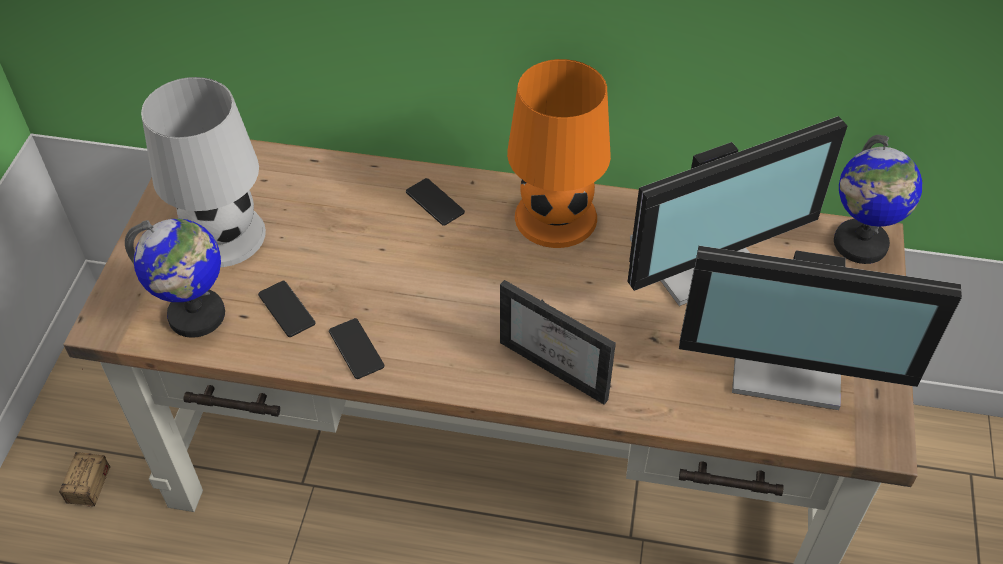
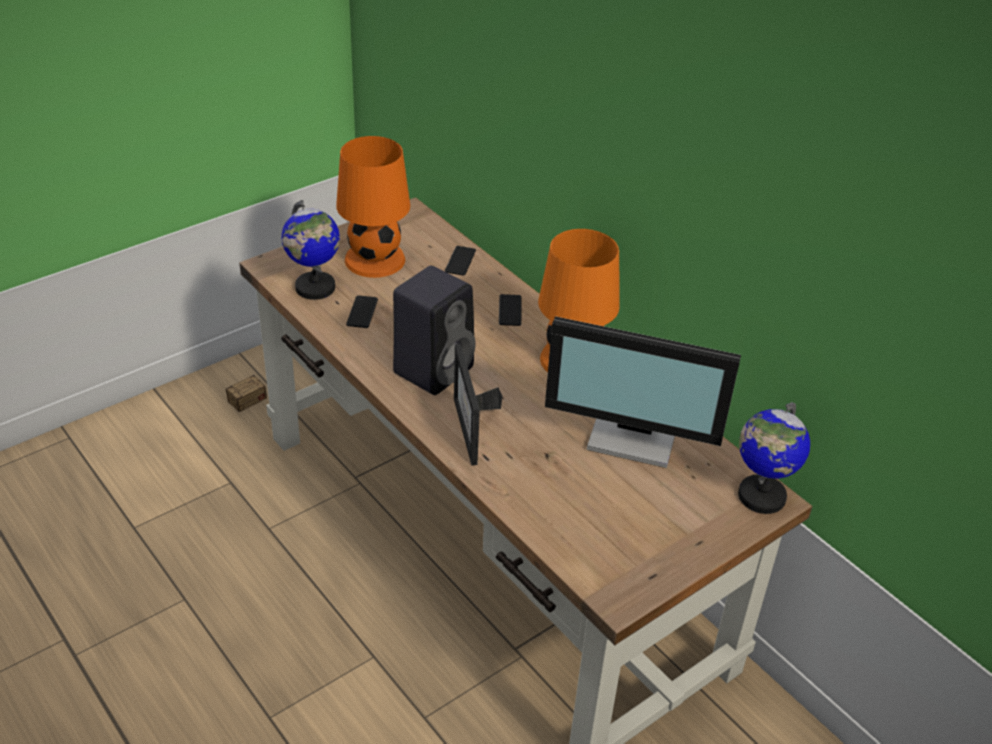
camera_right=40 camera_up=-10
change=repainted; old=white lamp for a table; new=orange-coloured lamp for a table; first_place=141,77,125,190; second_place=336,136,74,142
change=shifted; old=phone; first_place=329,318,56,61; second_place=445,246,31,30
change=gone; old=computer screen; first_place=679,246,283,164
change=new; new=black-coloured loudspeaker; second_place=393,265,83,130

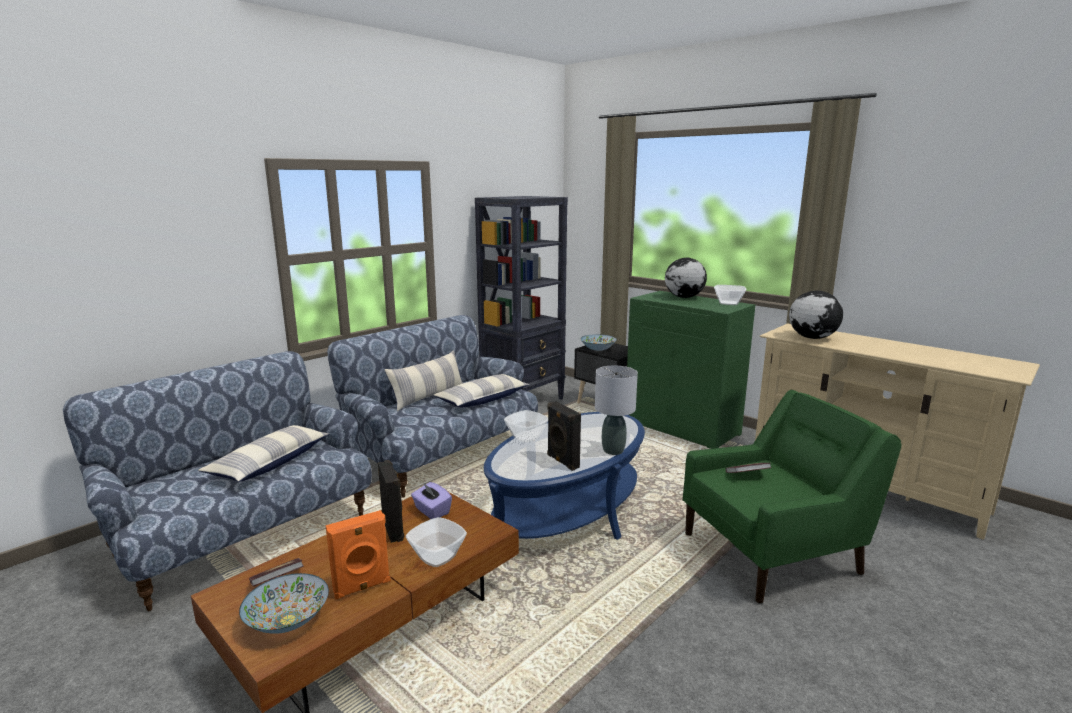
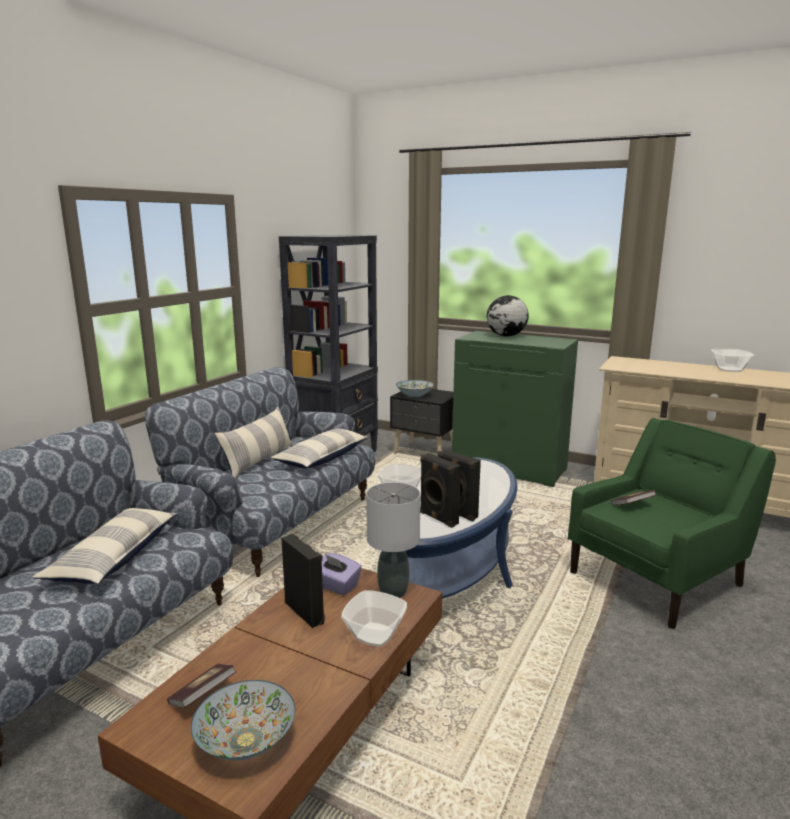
camera_right=-15 camera_up=0
change=gone; old=orange-coloured loudspeaker; first_place=325,510,65,90
change=shifted; old=grey lamp for a table; first_place=595,366,43,89; second_place=366,482,54,116
change=shifted; old=deep dish; first_place=714,285,32,20; second_place=711,349,43,23
change=gone; old=desk globe; first_place=789,291,54,48
change=new; new=black-coloured loudspeaker; second_place=420,453,41,75

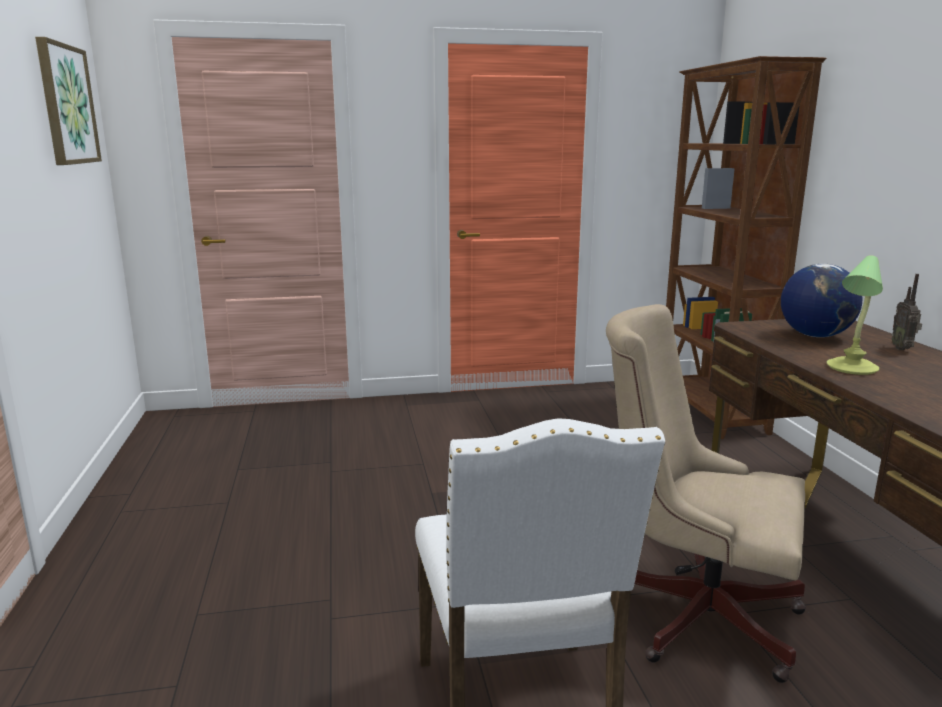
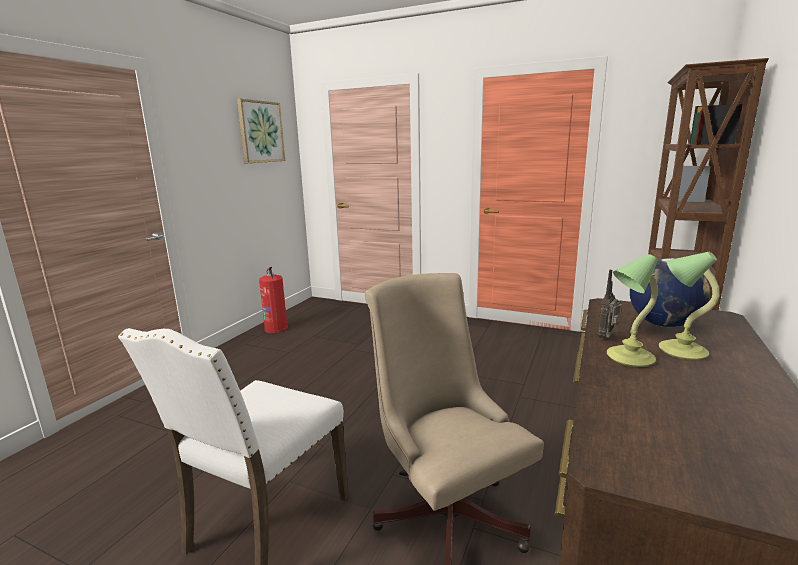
camera_right=35 camera_up=0
change=shifted; old=radio set; first_place=892,274,30,76; second_place=598,270,24,69
change=new; new=fire extinguisher; second_place=259,267,29,66
change=new; new=lamp for a table; second_place=659,252,61,108

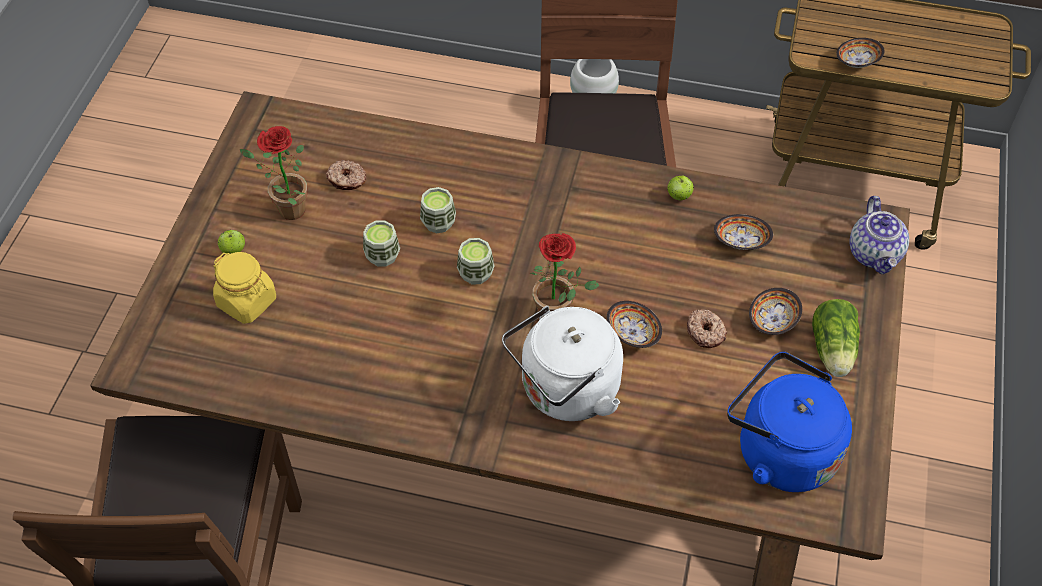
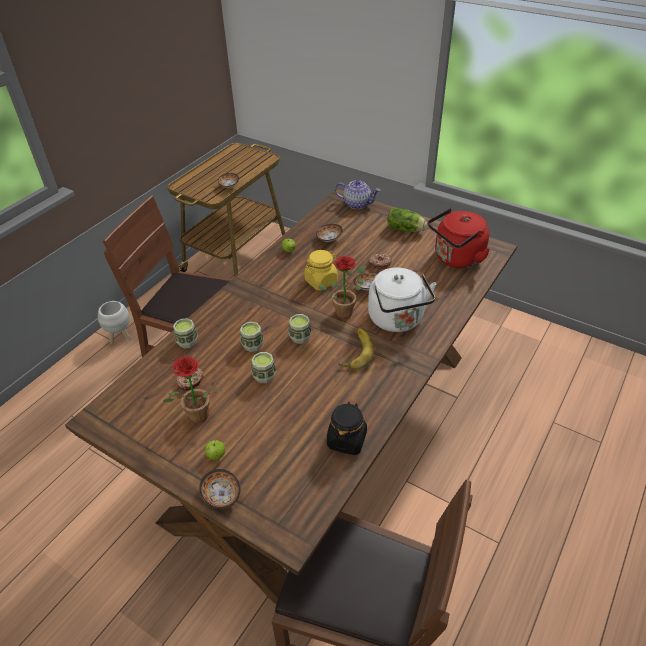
camera_right=-70 camera_up=-10
change=shifted; old=yellowish preserve jar; first_place=213,252,63,72; second_place=304,250,34,40
change=repainted; old=blue-coloured kettle; new=red-coloured kettle; first_place=727,352,125,140; second_place=428,208,62,61
change=shifted; old=deep dish; first_place=749,288,53,47; second_place=199,469,42,40
change=new; new=small cup; second_place=173,318,25,30
change=new; new=black-coloured preserve jar; second_place=327,402,40,53
change=new; new=banana fruit; second_place=338,328,36,42

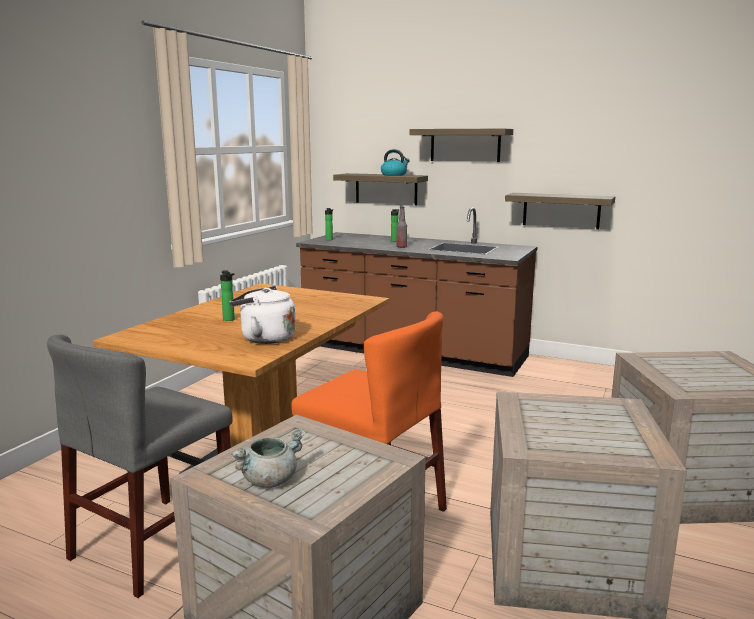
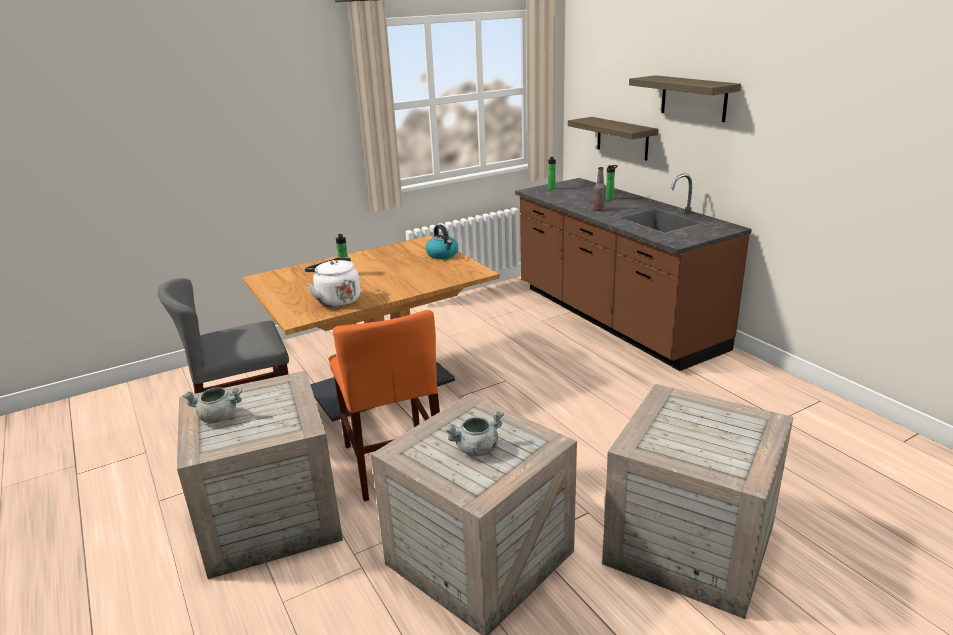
camera_right=35 camera_up=10
change=shifted; old=kettle; first_place=381,149,29,27; second_place=426,224,32,35
change=gone; old=bracket shelf; first_place=505,193,110,36
change=new; new=grey stockpot; second_place=445,410,59,47

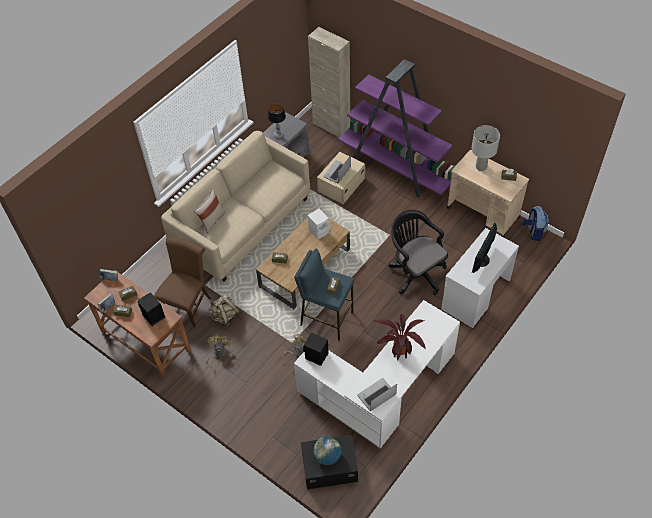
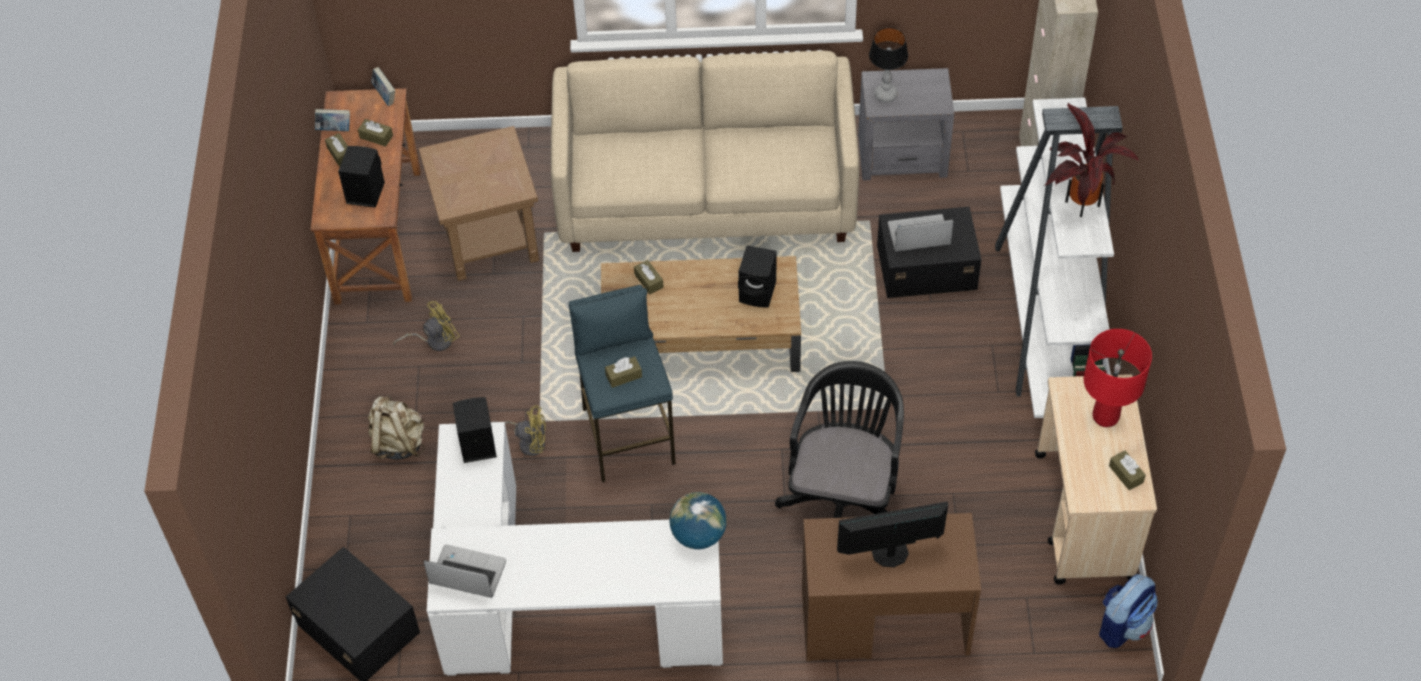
camera_right=50 camera_up=0
change=swapped; old=brown-coloured plain chair; new=brown-coloured accent table; first_place=154,236,57,91; second_place=418,126,121,155
change=gone; old=beige-coloured pillow; first_place=194,189,31,45
change=shifted; old=beige-coloured rucksack; first_place=208,294,32,33; second_place=368,395,57,65
change=repainted; old=white loudspeaker; new=black-coloured loudspeaker; first_place=308,209,21,30; second_place=738,245,38,62
change=shifted; old=desk globe; first_place=313,436,28,29; second_place=669,492,58,57
change=repainted; old=beige-coloured storage bin; new=black-coloured storage bin; first_place=317,152,48,52; second_place=877,207,105,91
change=repainted; old=purplish bookshelf; new=white bookshelf; first_place=338,59,117,138; second_place=995,97,128,321
change=shifted; old=houseplant; first_place=373,314,52,46; second_place=1044,103,95,114
change=repainted; old=white desk table; new=brown-coloured desk table; first_place=441,228,78,100; second_place=802,513,179,148
change=repainted; old=grey lamp for a table; new=red-coloured lamp for a table; first_place=471,125,29,46; second_place=1084,329,68,98

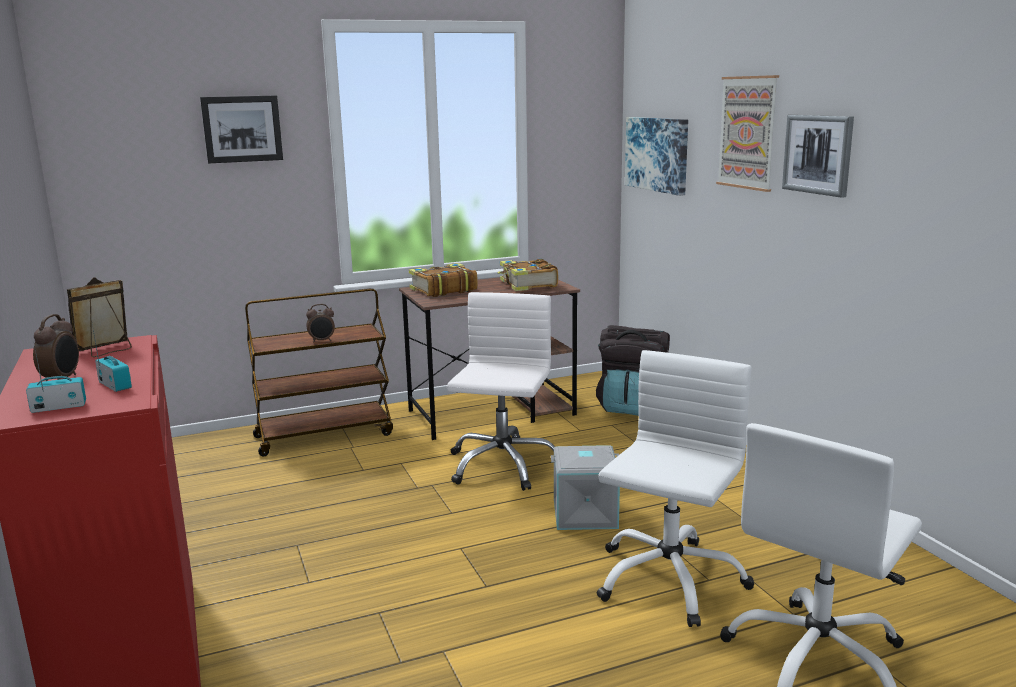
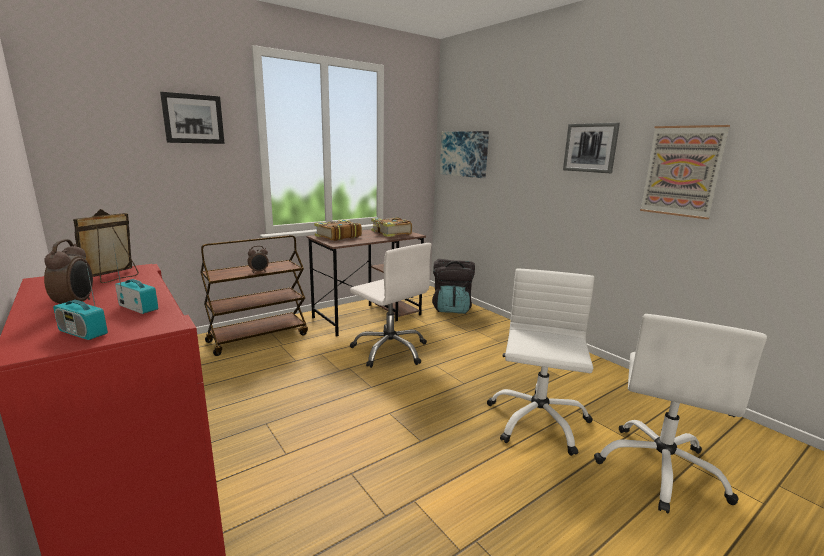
camera_right=-15 camera_up=0
change=rotated; old=radio set; first_place=26,341,60,72; second_place=53,258,55,82; degrees=-120
change=rotated; old=white office chair; first_place=447,292,108,199; second_place=350,243,82,125; degrees=135
change=gone; old=grey storage bin; first_place=551,445,69,85
change=shifted; old=wall art; first_place=716,75,63,117; second_place=640,125,90,94

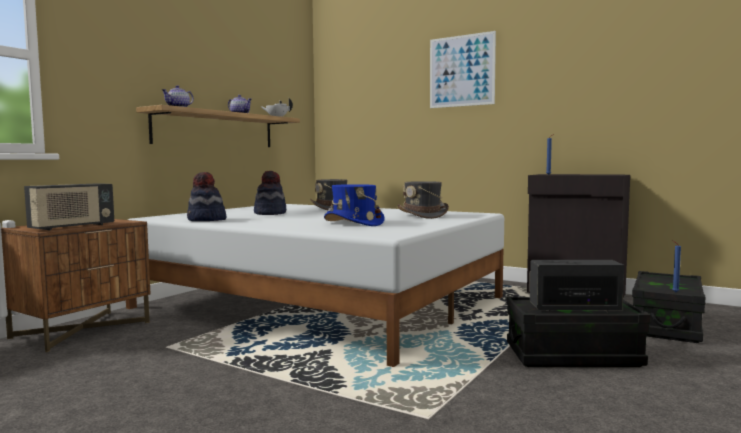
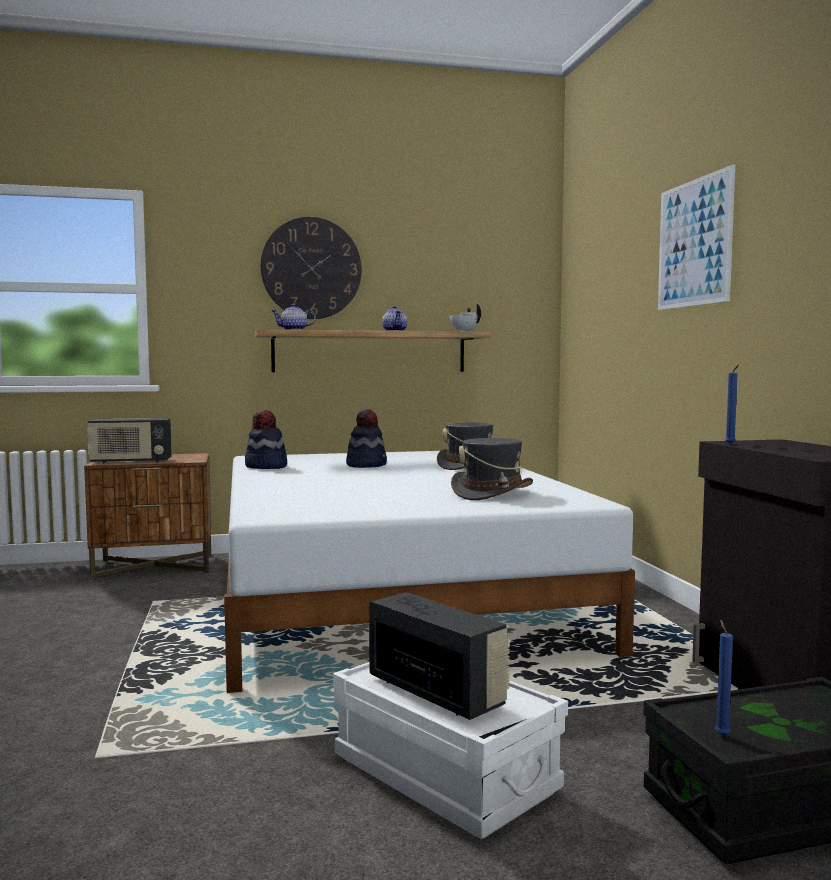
camera_right=45 camera_up=0
change=gone; old=blue-coloured hat; first_place=324,184,61,42
change=repainted; old=black-coloured storage bin; new=white storage bin; first_place=507,297,144,70; second_place=333,662,235,177
change=new; new=wall clock; second_place=261,217,101,102

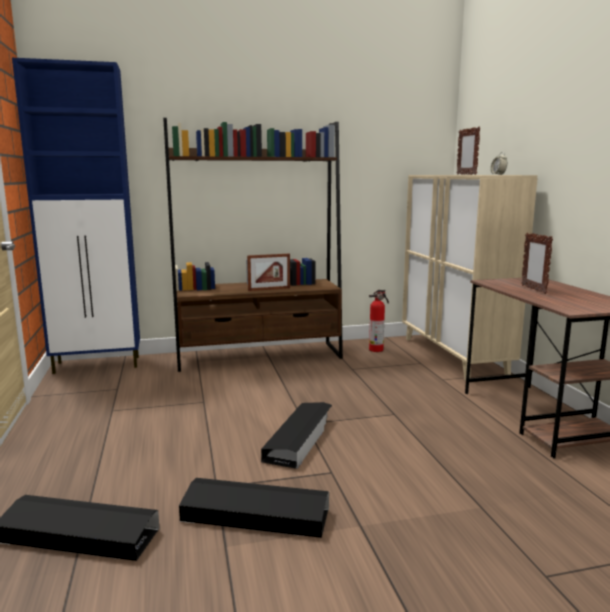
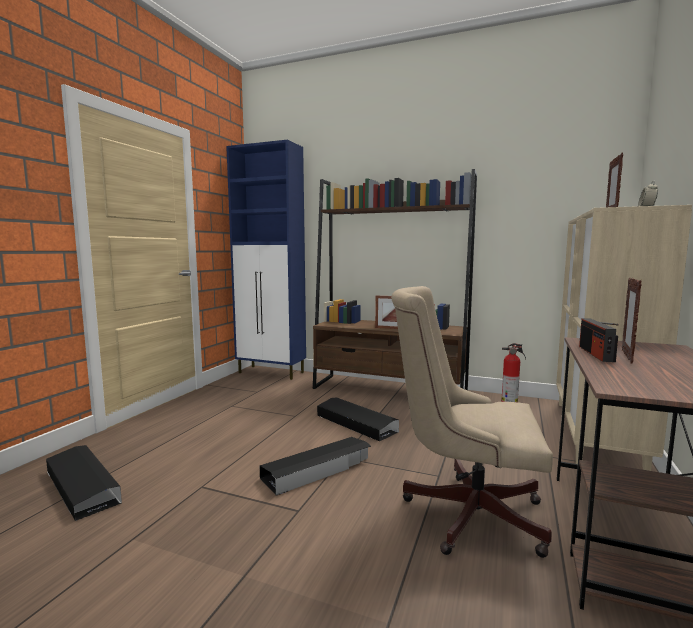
camera_right=35 camera_up=-5
change=shifted; old=black-coloured storage bin; first_place=179,478,150,60; second_place=317,397,82,44
change=new; new=beige-coloured office chair; second_place=391,286,162,272
change=new; new=radio set; second_place=579,318,40,44

